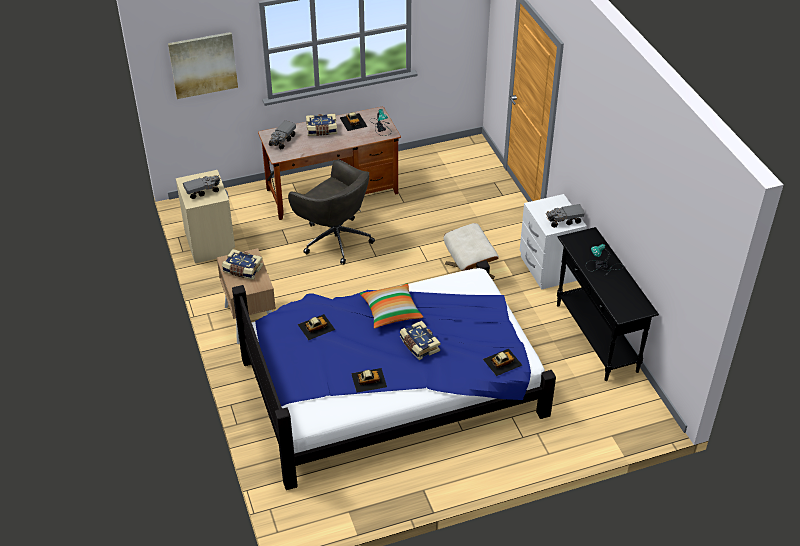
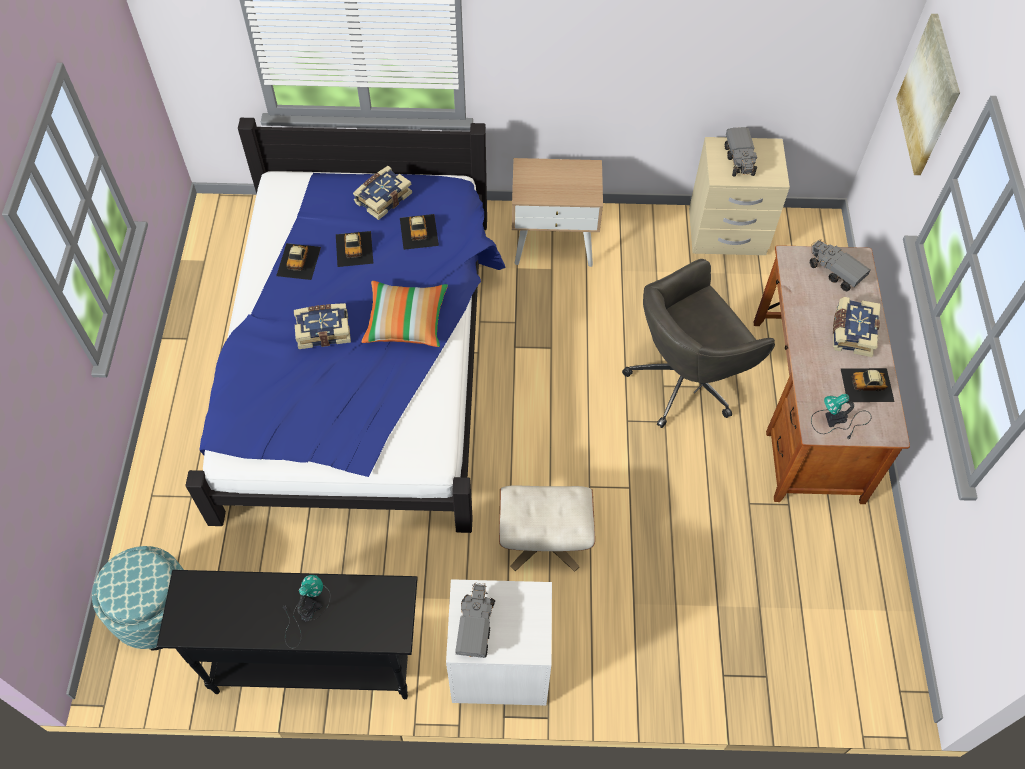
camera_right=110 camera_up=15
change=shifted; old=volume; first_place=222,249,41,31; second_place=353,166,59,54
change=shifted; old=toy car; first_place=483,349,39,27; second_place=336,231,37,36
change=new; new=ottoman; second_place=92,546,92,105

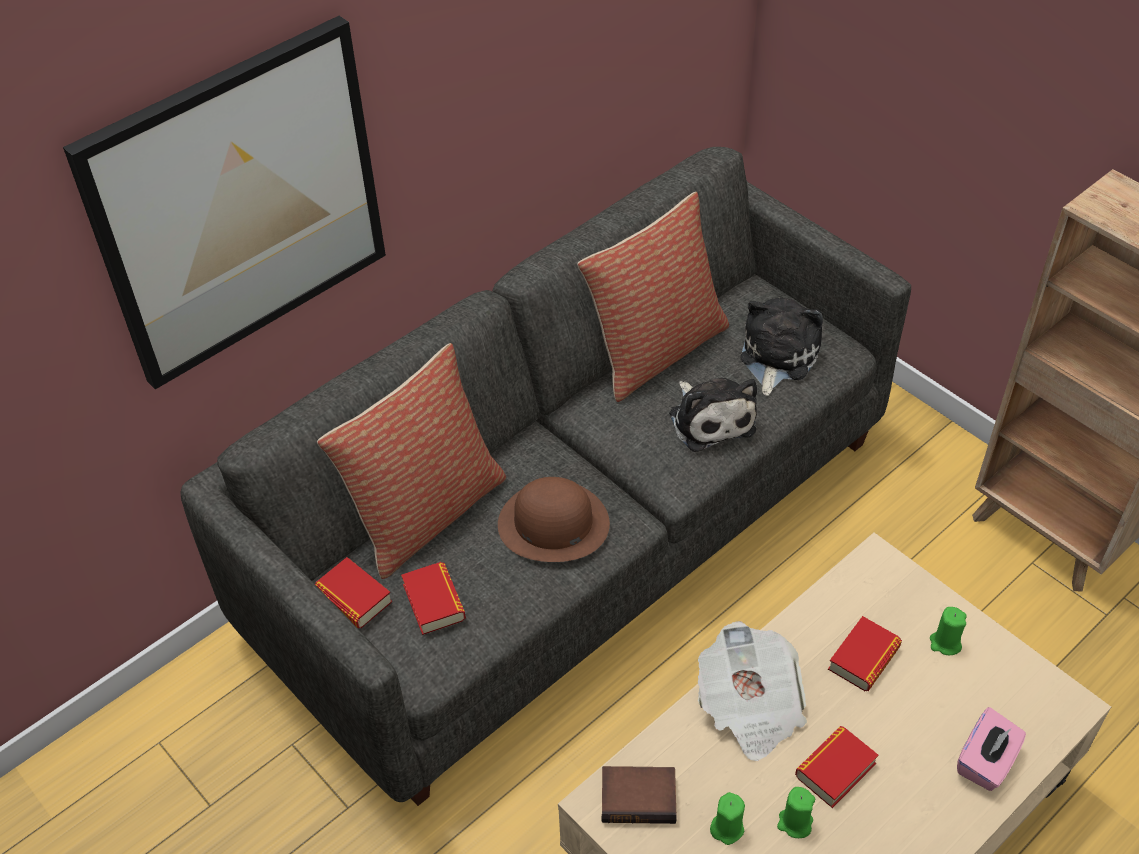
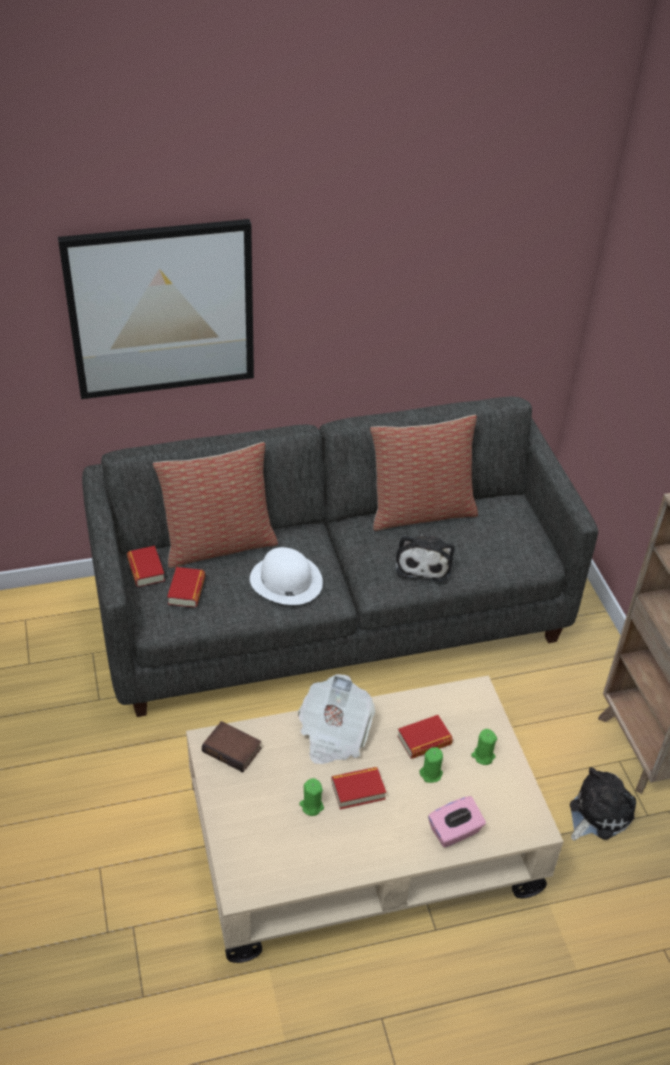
camera_right=25 camera_up=-5
change=repainted; old=brown-coloured hat; new=white hat; first_place=498,477,112,85; second_place=250,547,73,58
change=shifted; old=green candle; first_place=710,792,35,53; second_place=419,747,24,36
change=shifted; old=soft toy; first_place=740,298,83,98; second_place=570,767,66,74

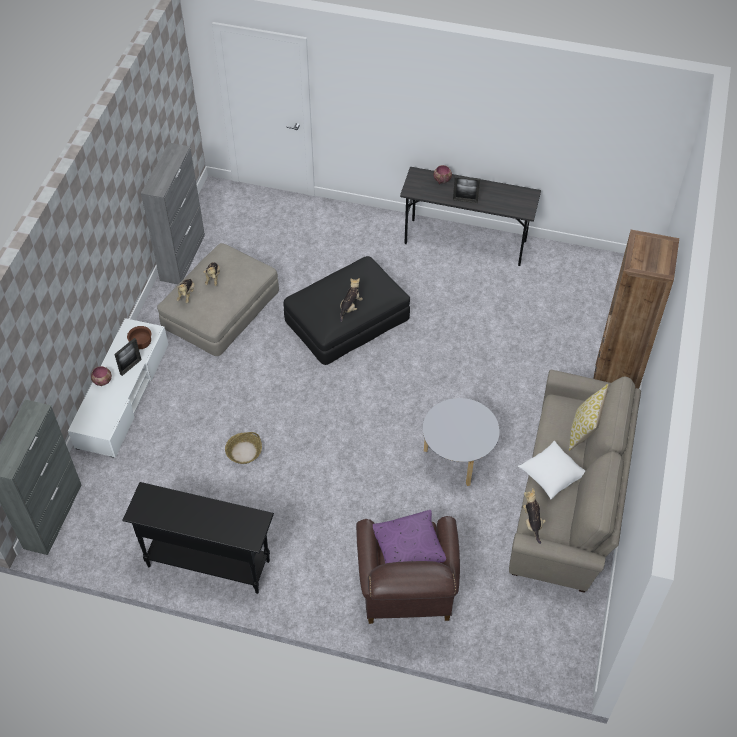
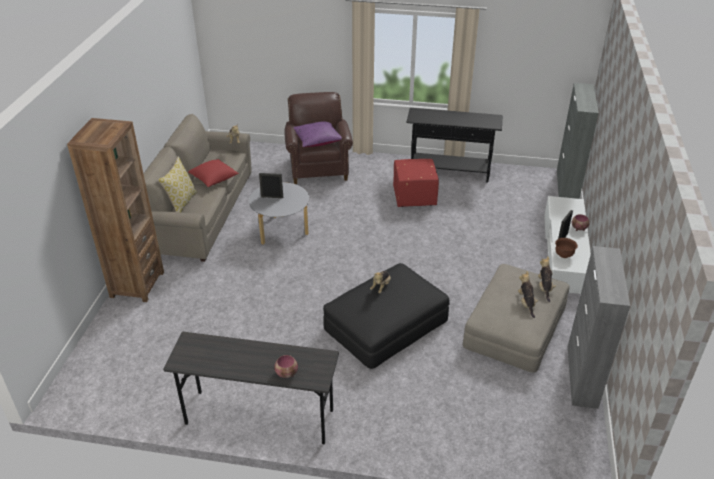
camera_right=175 camera_up=-15
change=gone; old=household basket; first_place=225,432,37,32
change=shifted; old=picture frame; first_place=453,176,27,27; second_place=259,173,24,25
change=repainted; old=white pillow; new=red-coloured pillow; first_place=518,441,67,58; second_place=188,159,51,28
change=new; new=red-coloured ottoman; second_place=393,159,46,48

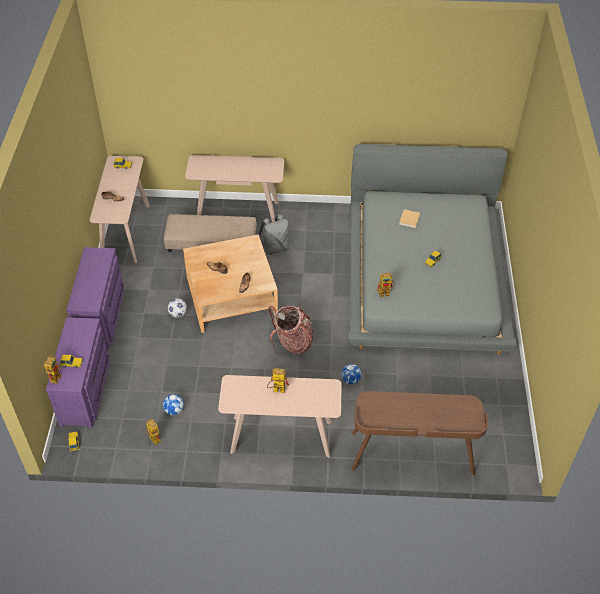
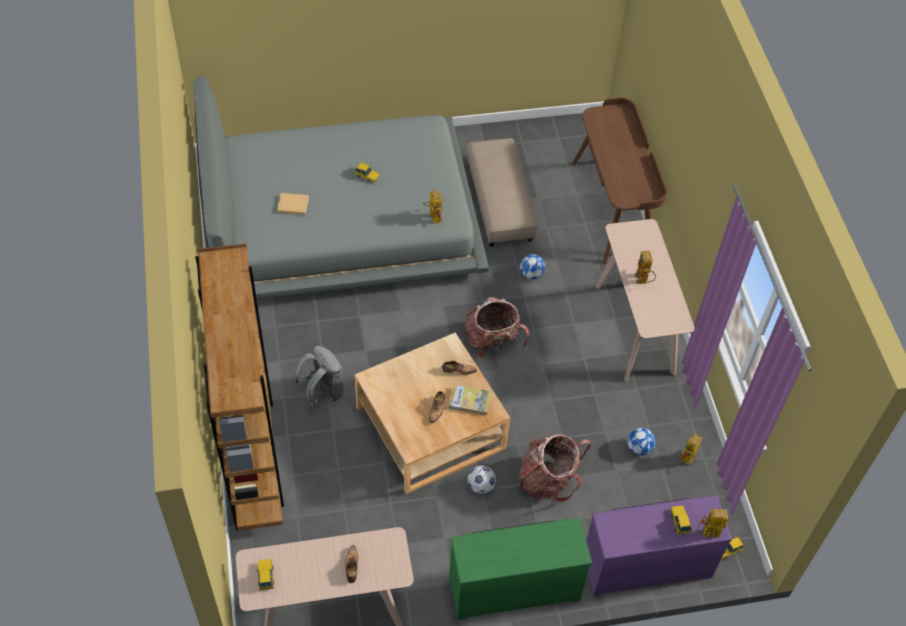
camera_right=-105 camera_up=5
change=repainted; old=purplish chest of drawers; new=green chest of drawers; first_place=66,247,58,102; second_place=449,518,143,102
change=shifted; old=beige-coloured ottoman; first_place=164,214,93,38; second_place=467,138,71,109
change=swapped; old=beige-coloured narrow table; new=brown-coloured bookshelf; first_place=185,155,99,67; second_place=195,244,89,287
change=new; new=volume; second_place=449,385,43,30
change=new; new=rucksack; second_place=519,434,72,68

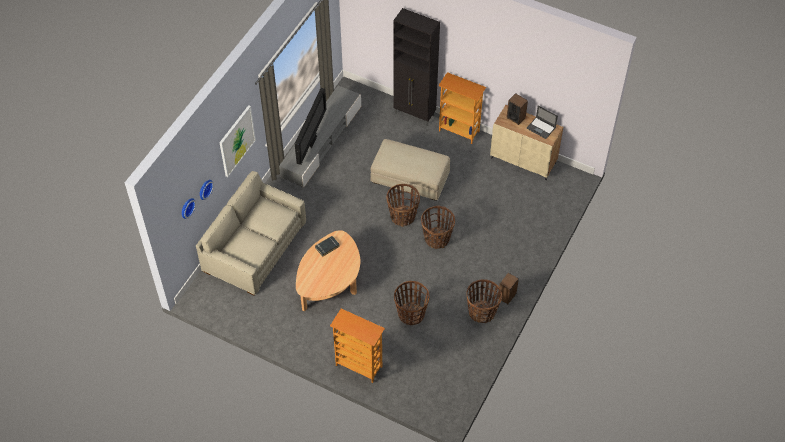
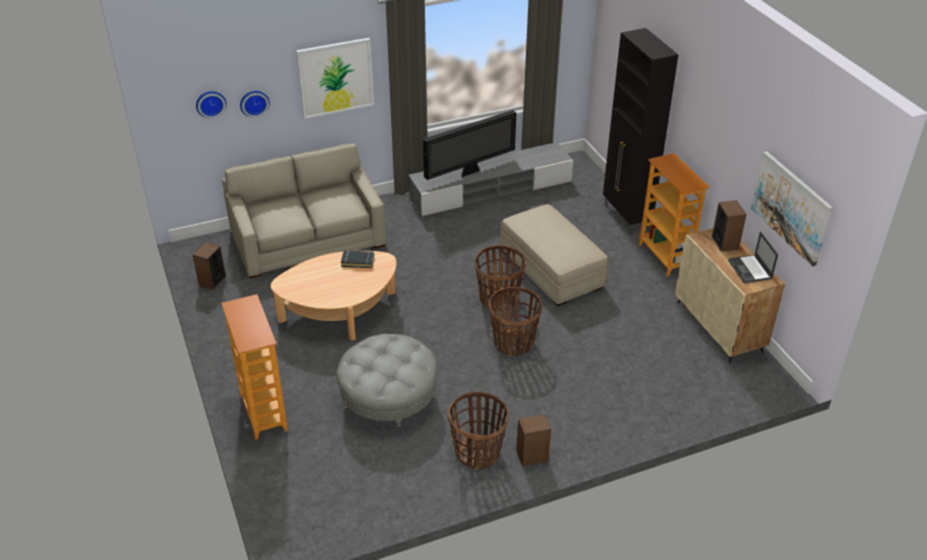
camera_right=40 camera_up=-15
change=swapped; old=household basket; new=grey ottoman; first_place=394,281,35,44; second_place=336,334,102,97
change=new; new=loudspeaker; second_place=192,242,34,48
change=new; new=wall art; second_place=751,151,82,115

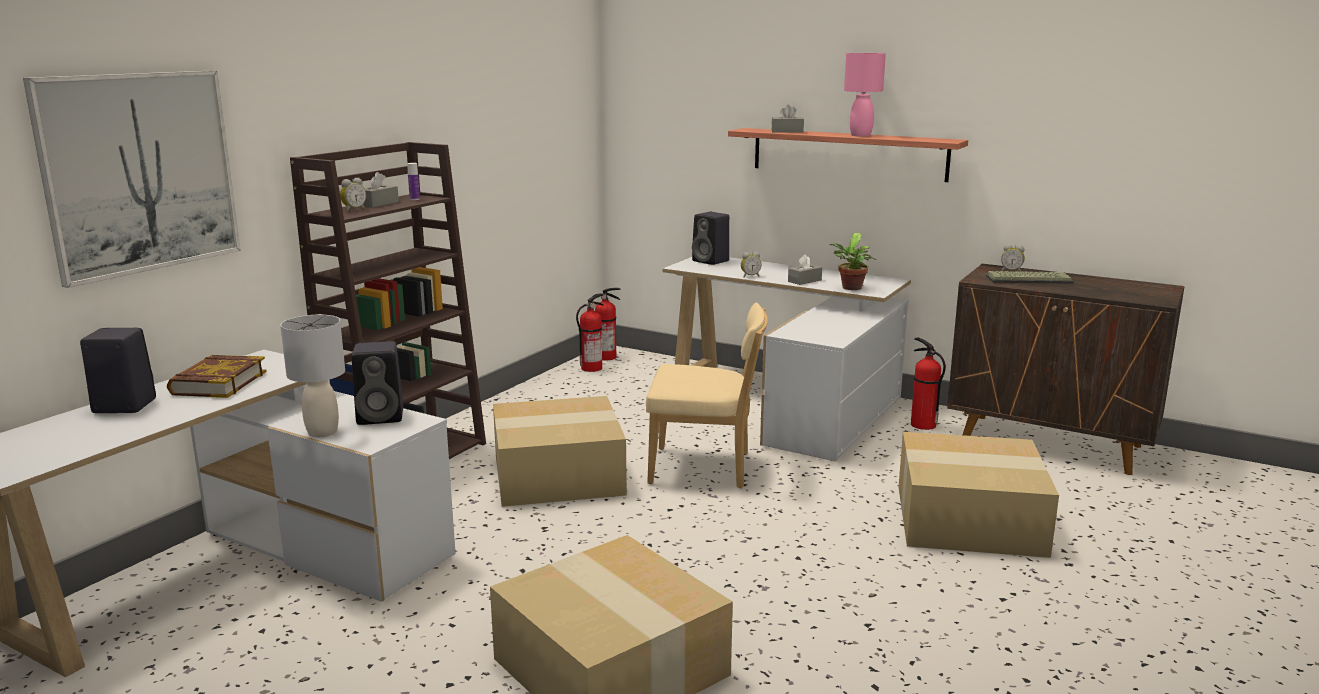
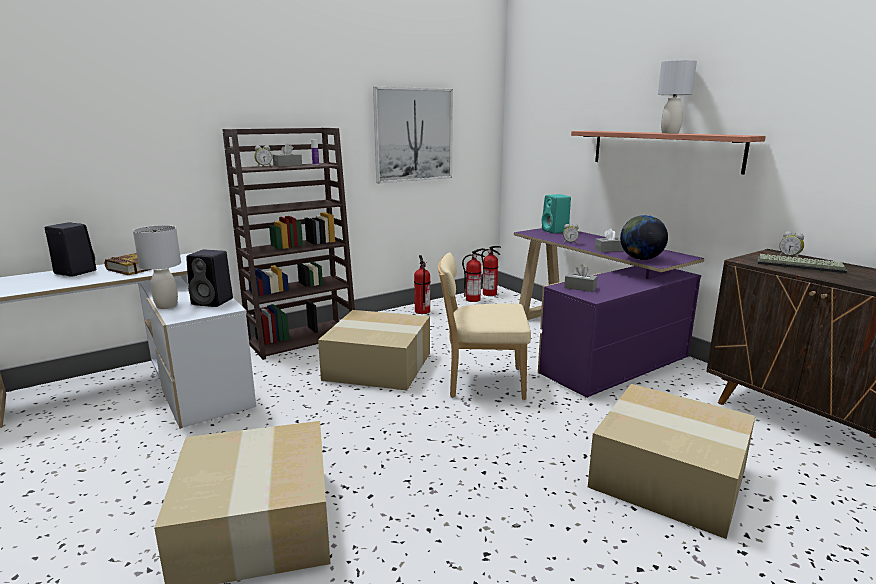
camera_right=25 camera_up=0
change=shifted; old=wall art; first_place=23,71,218,217; second_place=373,87,80,96
change=rotated; old=beige-coloured plain chair; first_place=646,303,122,185; second_place=438,252,93,148; degrees=150
change=repainted; old=white desk table; new=purplish desk table; first_place=663,257,248,205; second_place=514,228,190,170
change=repainted; old=black-coloured loudspeaker; new=turquoise-coloured loudspeaker; first_place=692,212,37,53; second_place=542,194,29,39
change=shifted; old=grey tissue box; first_place=771,105,33,28; second_place=564,265,34,27
change=swapped; old=houseplant; new=desk globe; first_place=830,233,46,57; second_place=620,215,48,45
change=repainted; old=pink lamp for a table; new=grey lamp for a table; first_place=844,53,42,84; second_place=658,60,39,73
change=shifted; old=fire extinguisher; first_place=911,337,35,93; second_place=414,255,16,59

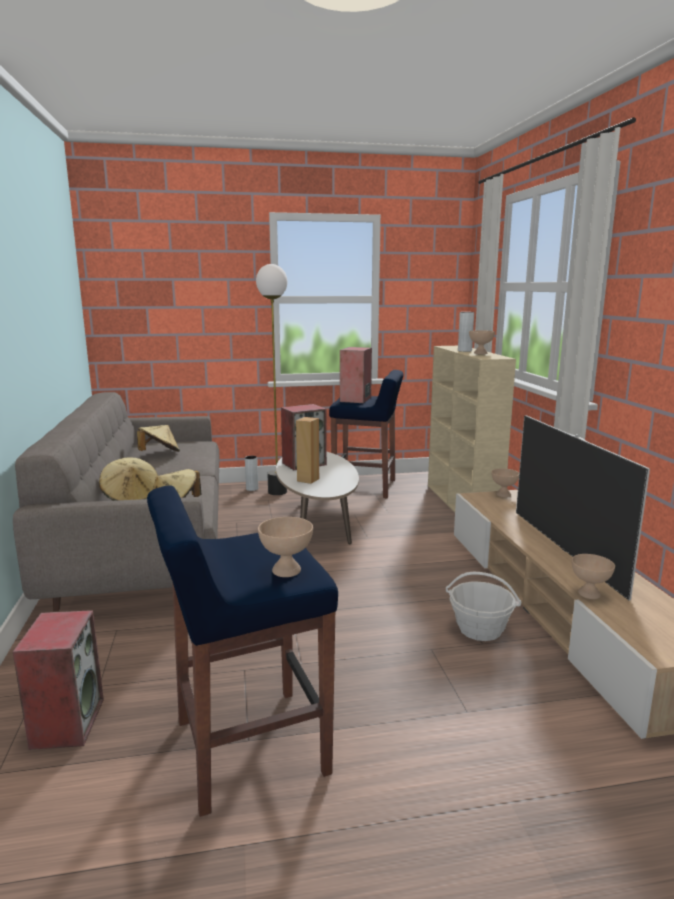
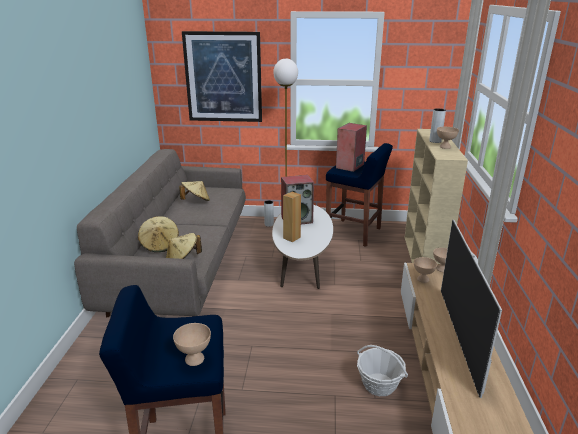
camera_right=15 camera_up=10
change=gone; old=loudspeaker; first_place=13,610,91,140
change=shifted; old=beige-coloured deep dish; first_place=572,554,43,45; second_place=414,257,23,26
change=new; new=wall art; second_place=182,31,80,91

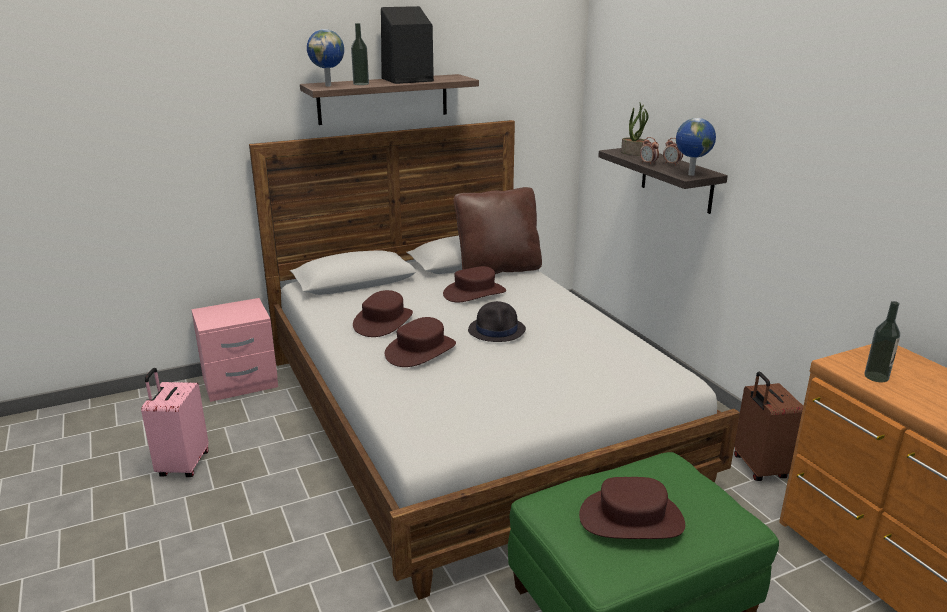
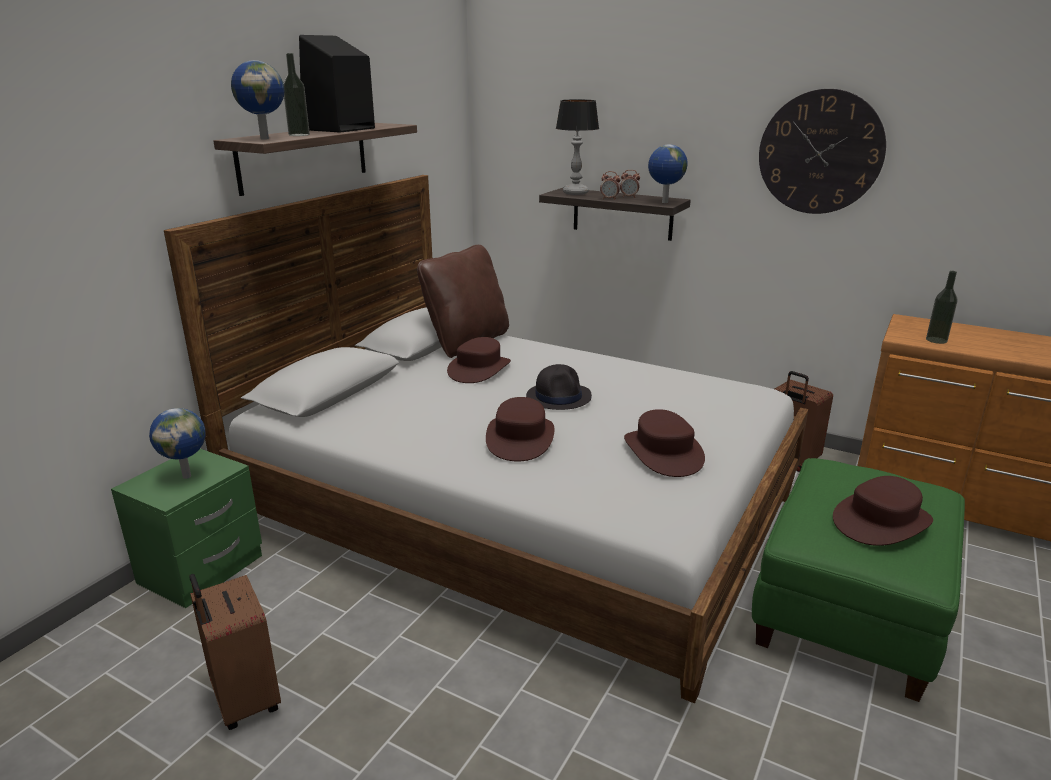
camera_right=-35 camera_up=0
change=repainted; old=pink travel case; new=brown-coloured travel case; first_place=141,368,68,109; second_place=189,574,92,156
change=repainted; old=pink bedside table; new=green bedside table; first_place=191,298,87,104; second_place=111,449,151,159
change=shifted; old=brown-coloured hat; first_place=353,290,60,47; second_place=624,409,81,68
change=swapped; old=houseplant; new=lamp for a table; first_place=621,103,28,53; second_place=556,99,43,96
change=new; new=desk globe; second_place=149,408,57,71
change=new; new=wall clock; second_place=759,89,127,125

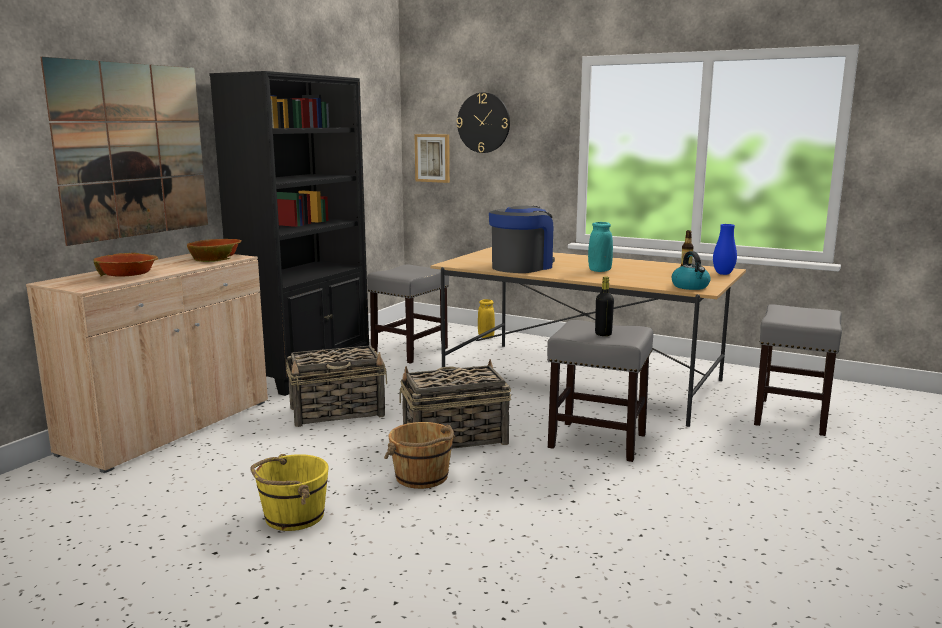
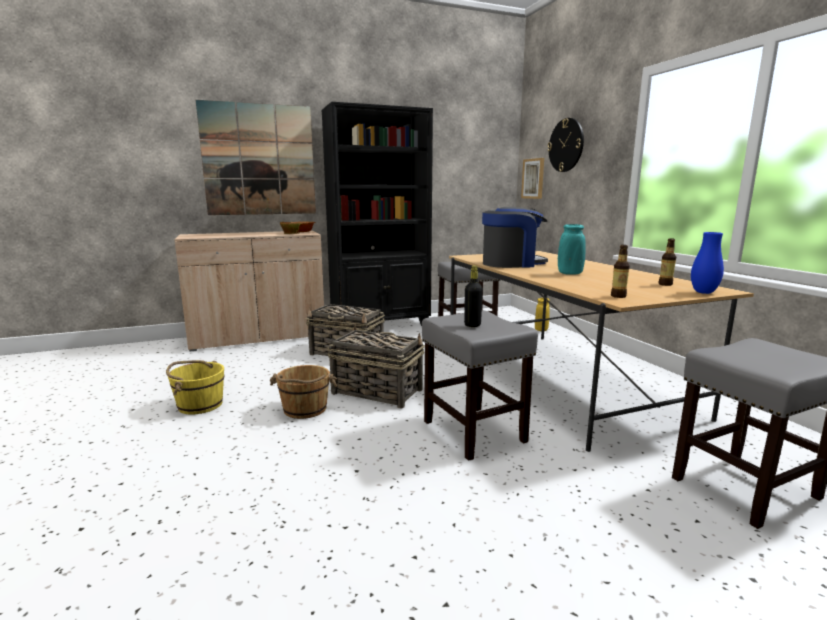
camera_right=40 camera_up=0
change=gone; old=deep dish; first_place=93,253,65,24
change=swapped; old=kettle; new=bottle; first_place=672,251,39,39; second_place=611,245,19,53

